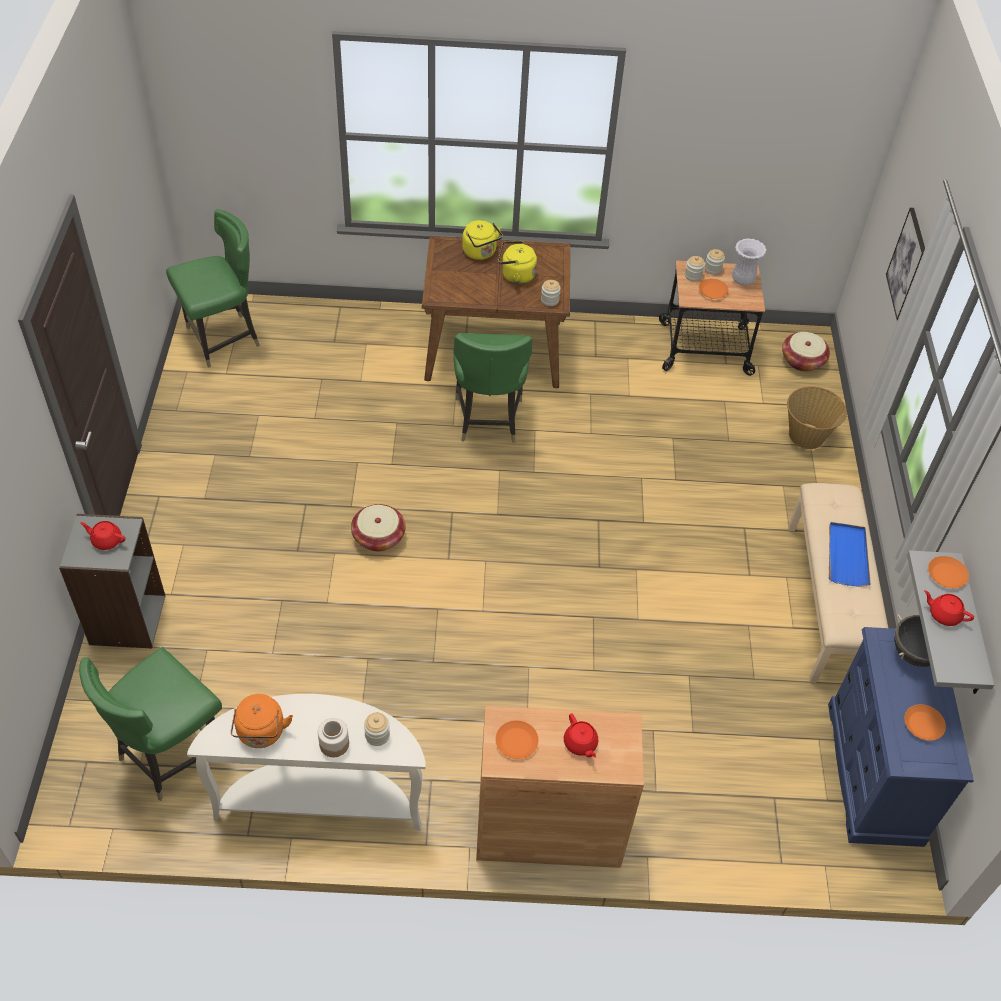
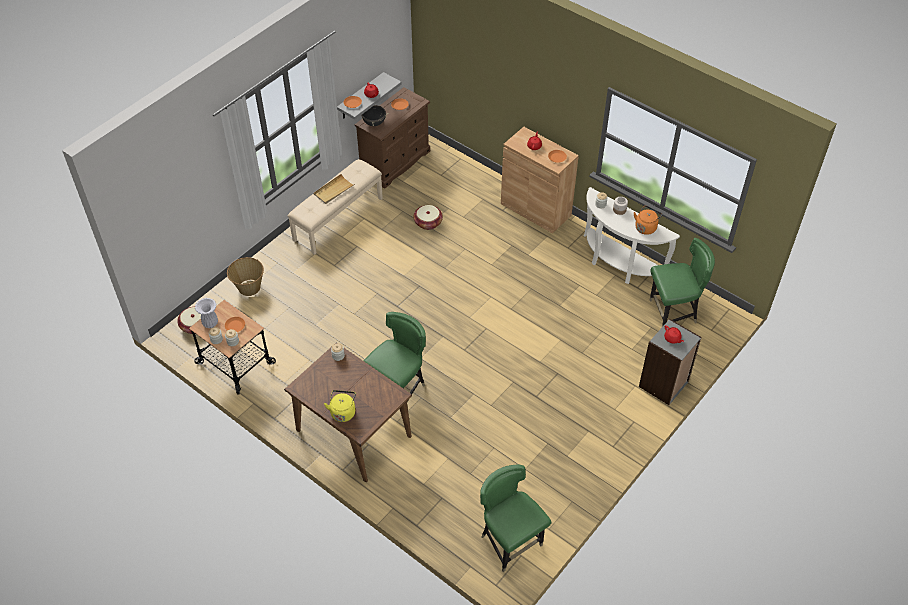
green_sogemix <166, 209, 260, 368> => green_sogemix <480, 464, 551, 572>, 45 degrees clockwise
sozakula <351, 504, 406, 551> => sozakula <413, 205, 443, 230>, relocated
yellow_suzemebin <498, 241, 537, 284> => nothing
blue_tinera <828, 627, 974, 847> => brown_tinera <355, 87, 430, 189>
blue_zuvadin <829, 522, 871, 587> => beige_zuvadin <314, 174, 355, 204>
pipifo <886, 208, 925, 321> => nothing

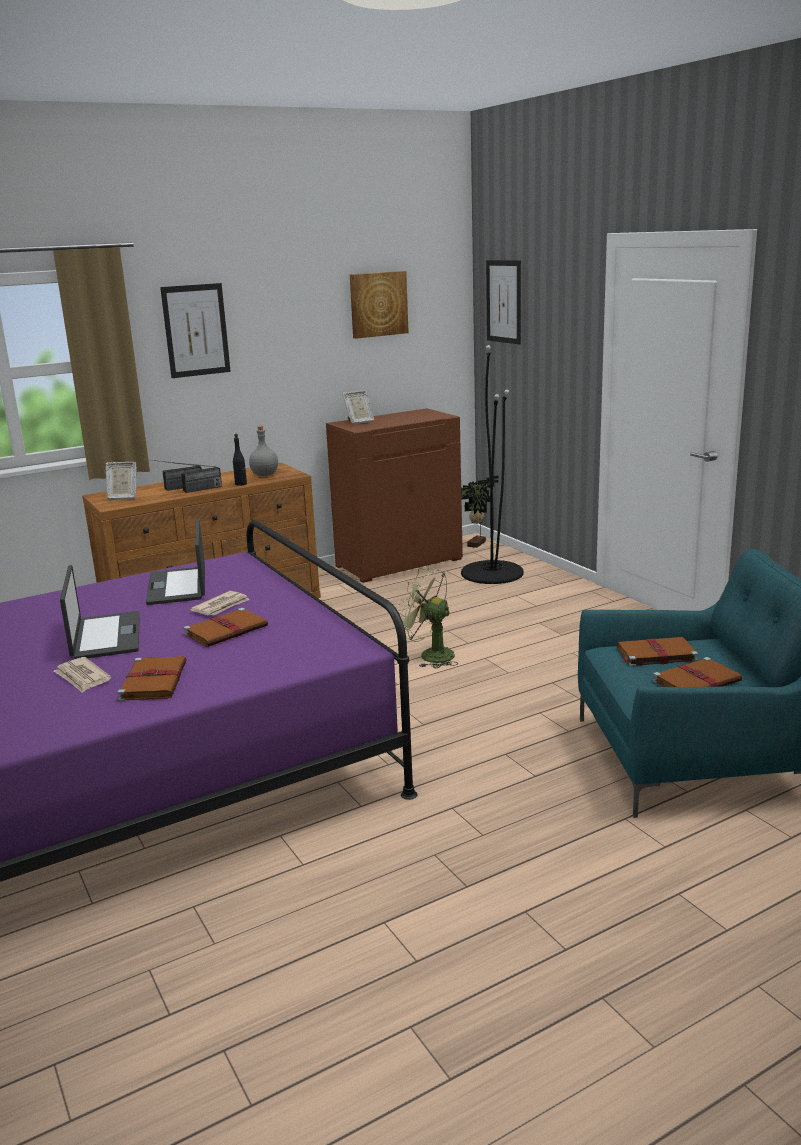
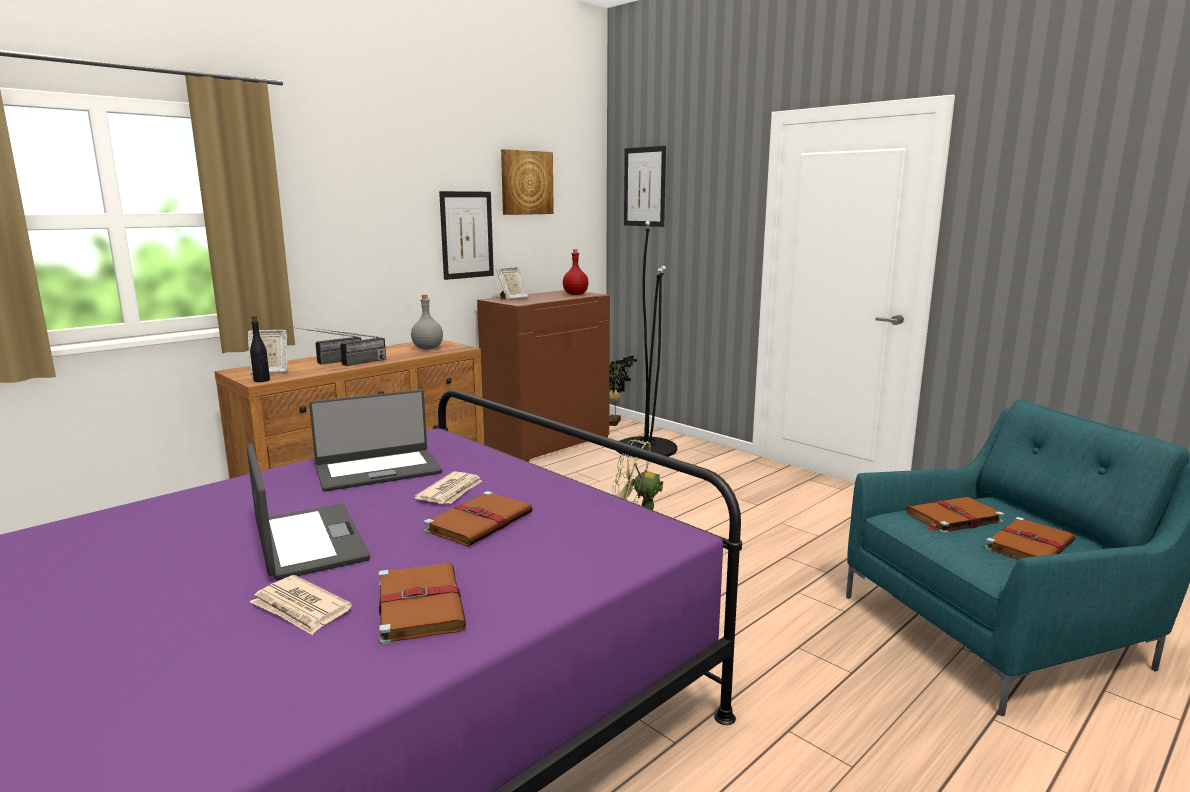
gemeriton <146, 519, 205, 605> => gemeriton <309, 389, 442, 491>, 90 degrees counterclockwise
pipifo <160, 283, 231, 378> => pipifo <439, 191, 494, 280>, relocated
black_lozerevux <233, 434, 247, 486> => black_lozerevux <250, 315, 270, 382>, relocated
nothing => red_lozerevux <563, 249, 588, 295>

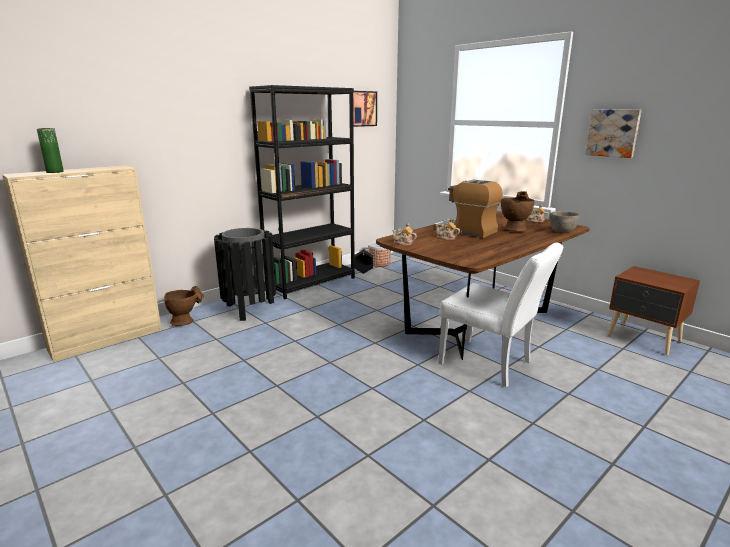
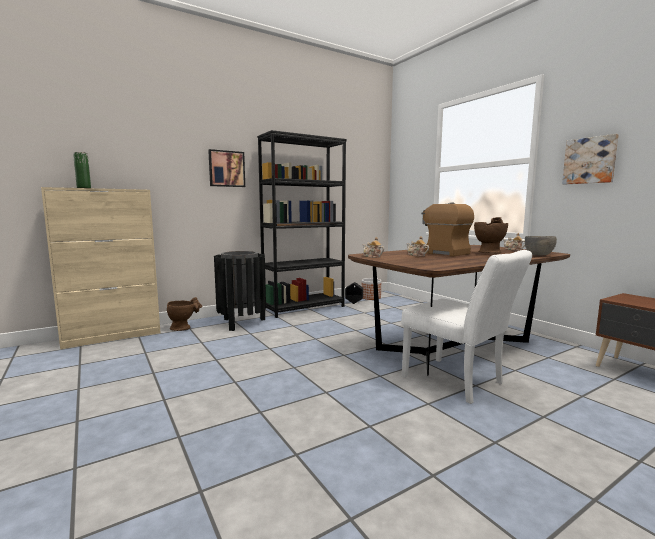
pipifo <353, 91, 377, 127> => pipifo <208, 149, 245, 187>, relocated

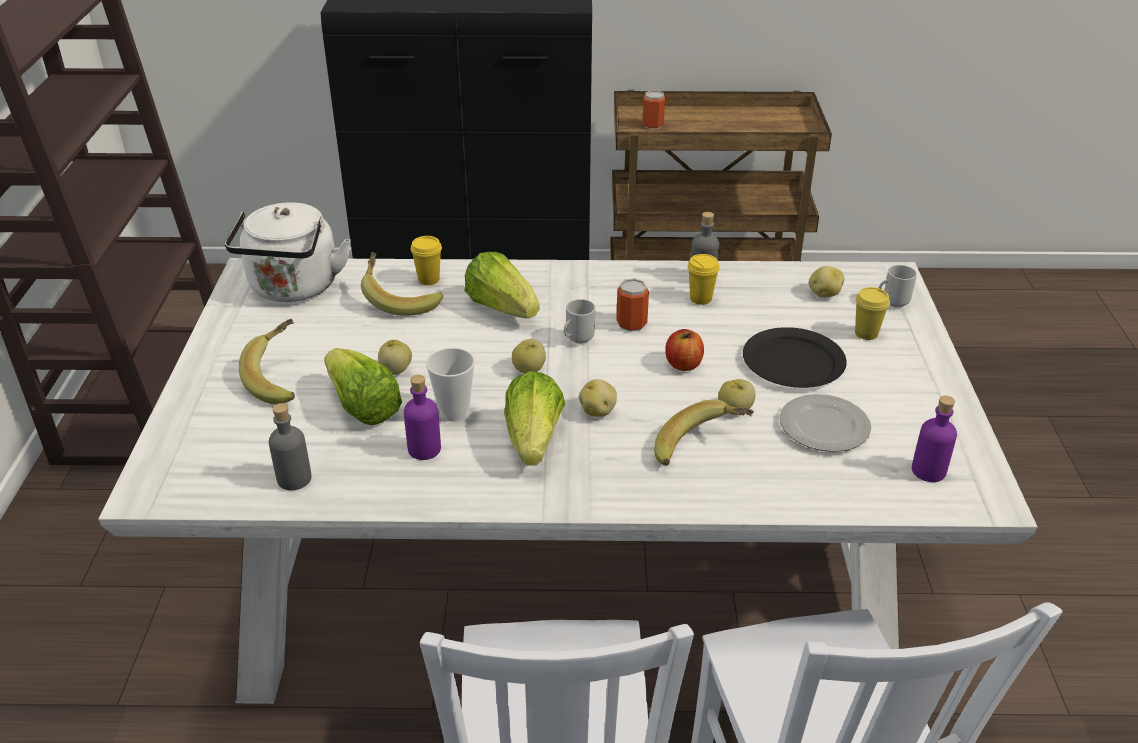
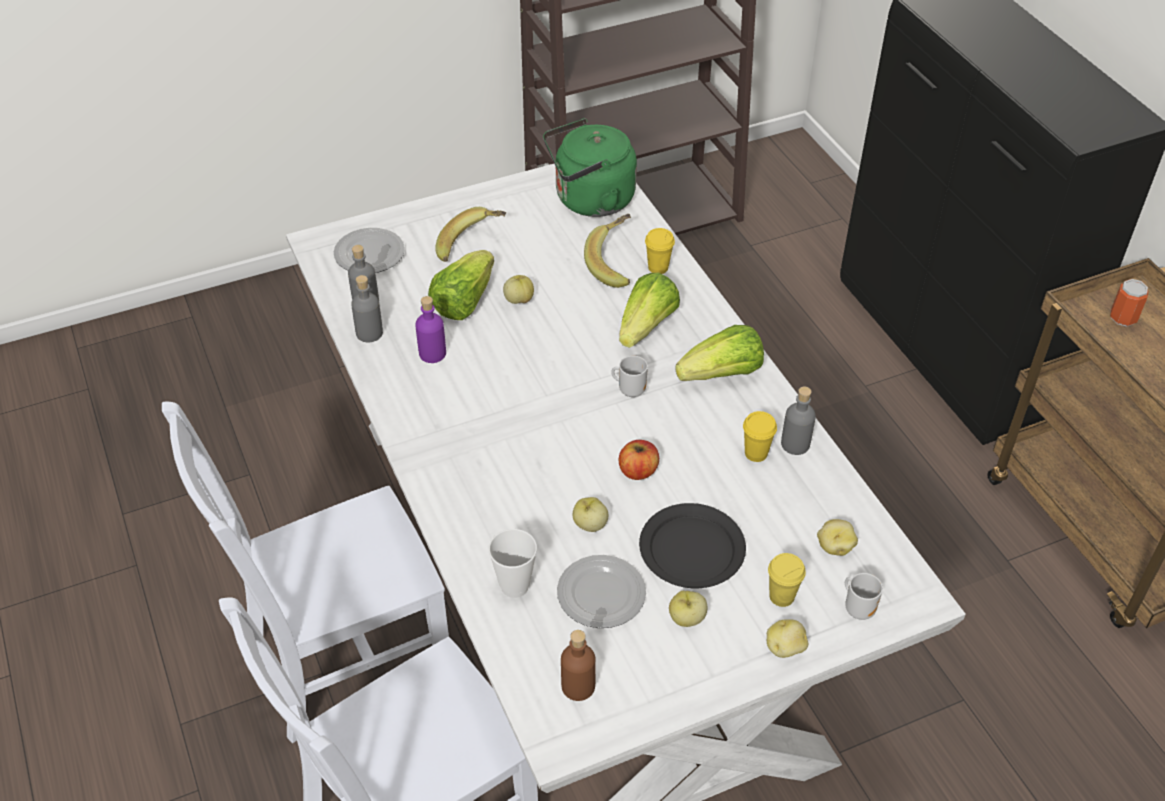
white_suzemebin <224, 202, 351, 302> => green_suzemebin <543, 118, 637, 217>
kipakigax <426, 348, 475, 421> => kipakigax <488, 529, 537, 598>, relocated
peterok <504, 371, 565, 466> => peterok <675, 325, 764, 381>, relocated
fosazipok <512, 339, 546, 373> => fosazipok <669, 591, 707, 627>, relocated
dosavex <579, 379, 617, 417> => dosavex <767, 619, 808, 658>, relocated
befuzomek <616, 278, 649, 332> => nothing
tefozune <654, 399, 754, 466> => nothing
purple_lozerevux <912, 396, 957, 482> => brown_lozerevux <561, 630, 596, 701>
nothing => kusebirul <334, 228, 405, 273>
nothing => grey_lozerevux <351, 275, 383, 342>

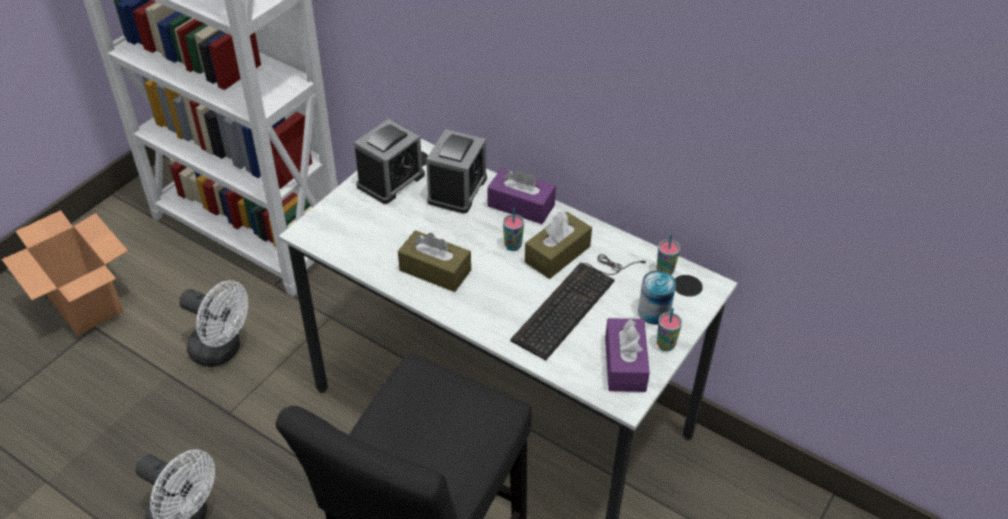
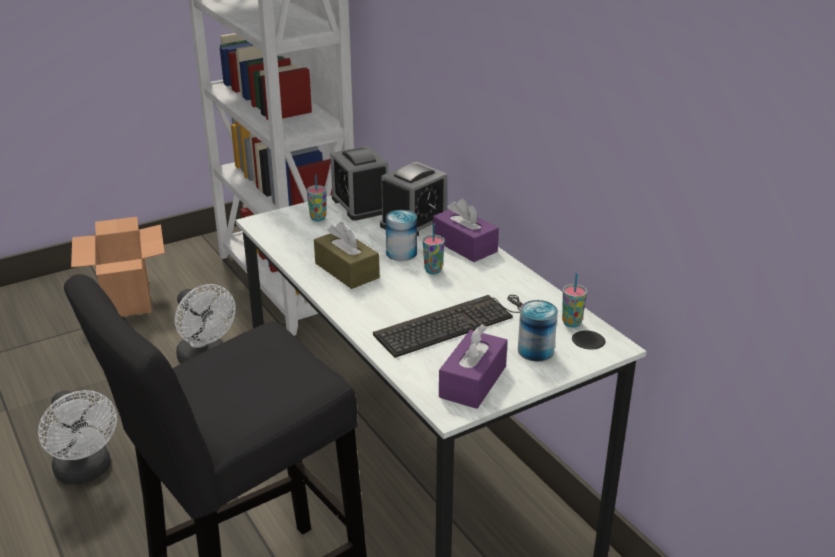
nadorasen <354, 119, 425, 204> => nadorasen <330, 146, 388, 221>, 90 degrees clockwise
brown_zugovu <525, 211, 592, 279> => nothing
kipakigax <657, 308, 682, 351> => kipakigax <307, 174, 327, 221>, relocated
nothing => befuzomek <386, 210, 417, 261>

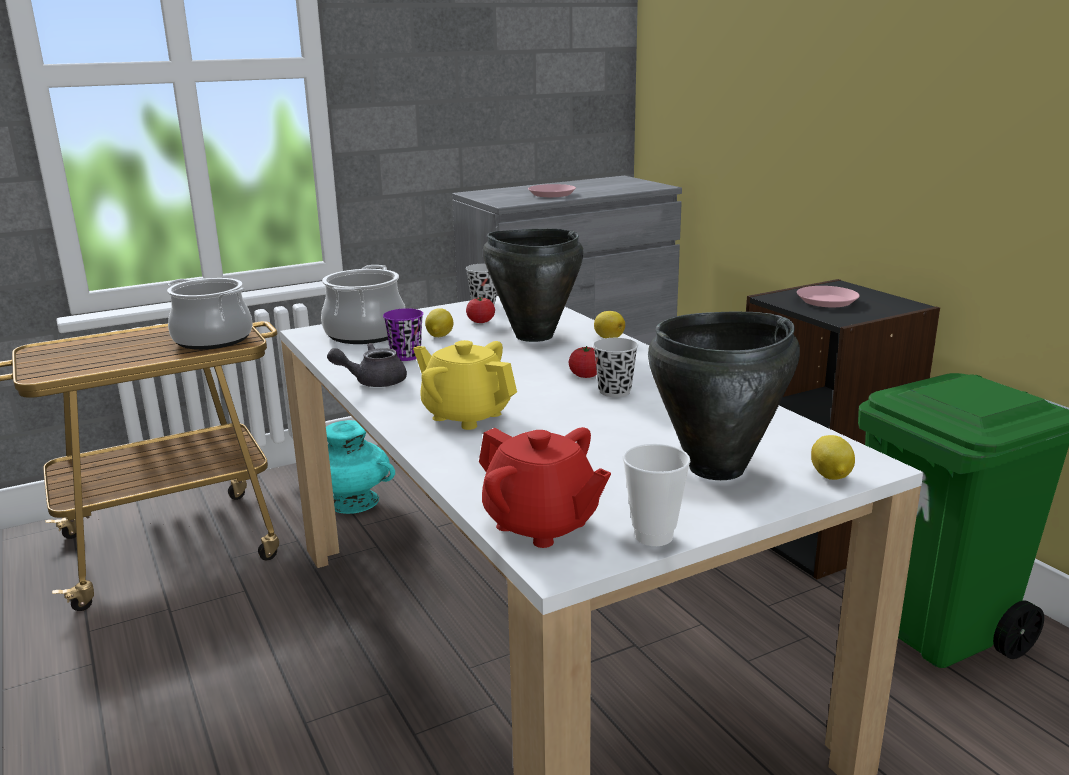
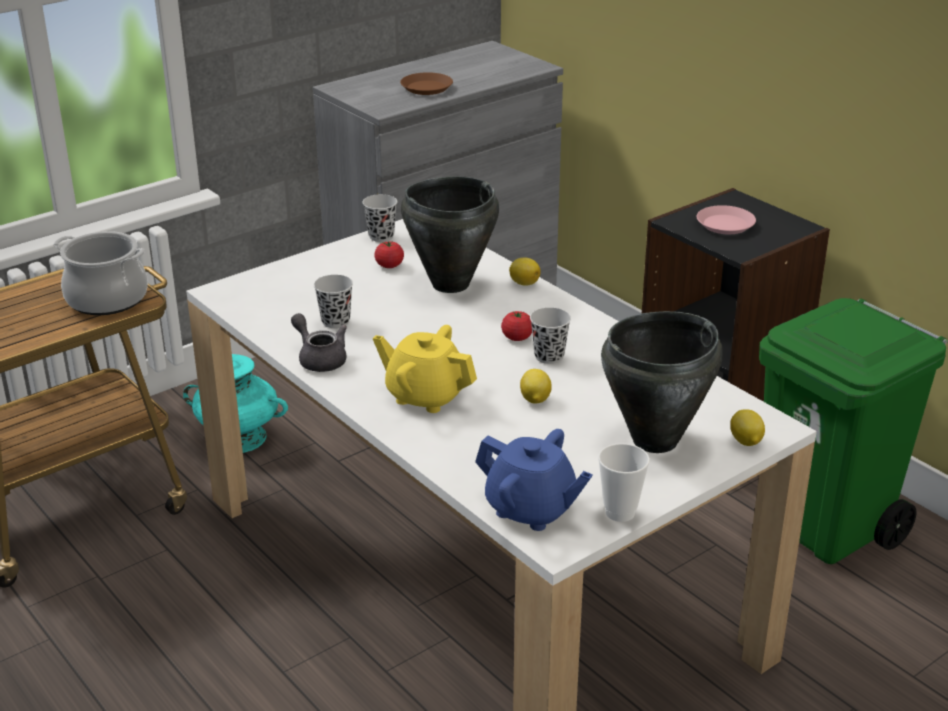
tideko <321, 265, 405, 344> => nothing
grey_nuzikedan <327, 343, 407, 387> => grey_nuzikedan <291, 313, 347, 372>, 75 degrees clockwise
purple_kipakigax <383, 308, 423, 361> => black_kipakigax <314, 275, 353, 328>
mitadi <425, 308, 453, 337> => mitadi <520, 369, 552, 404>, relocated
red_nuzikedan <479, 427, 611, 548> => blue_nuzikedan <475, 429, 593, 531>
pink_kusebirul <528, 184, 576, 197> => brown_kusebirul <400, 72, 453, 95>

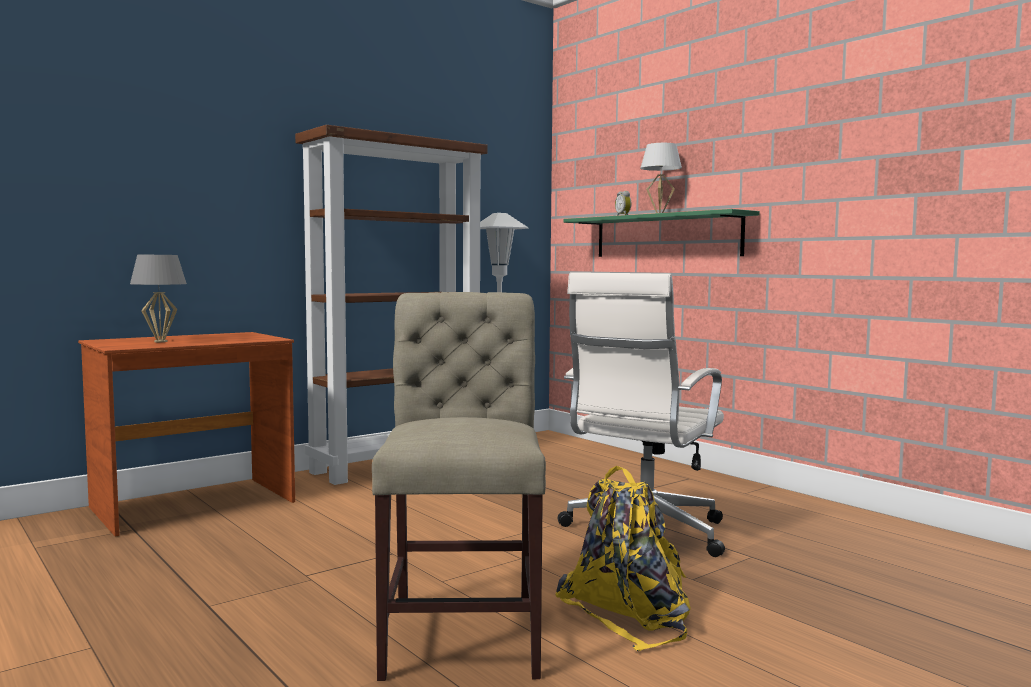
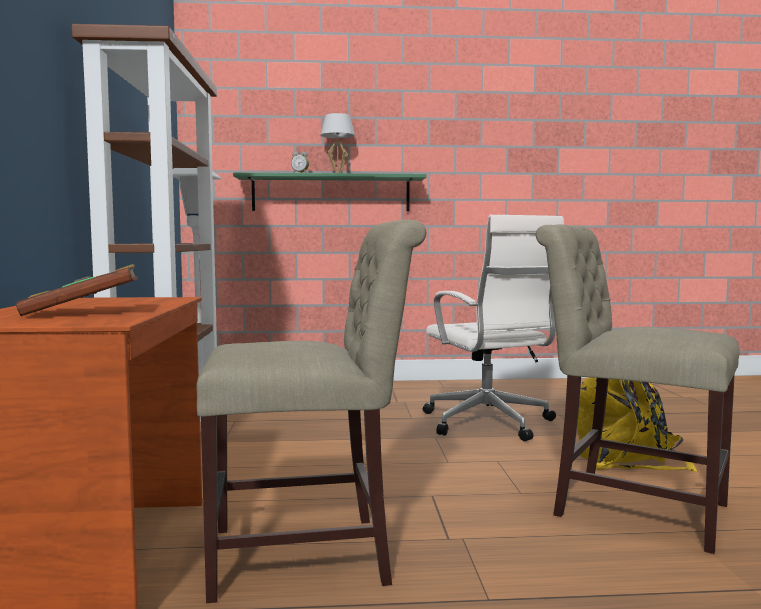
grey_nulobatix <130, 255, 187, 342> => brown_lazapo <15, 264, 138, 316>
nothing => beige_sogemix <197, 220, 426, 603>

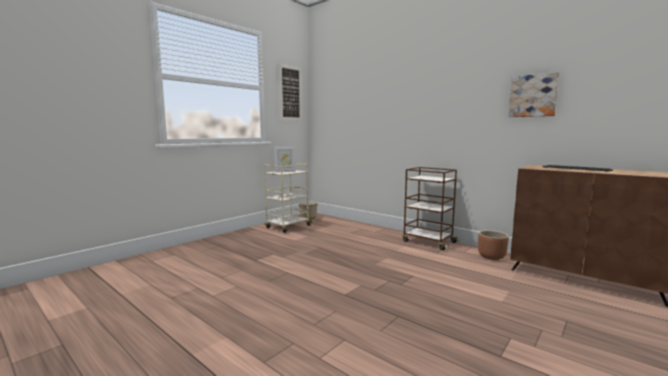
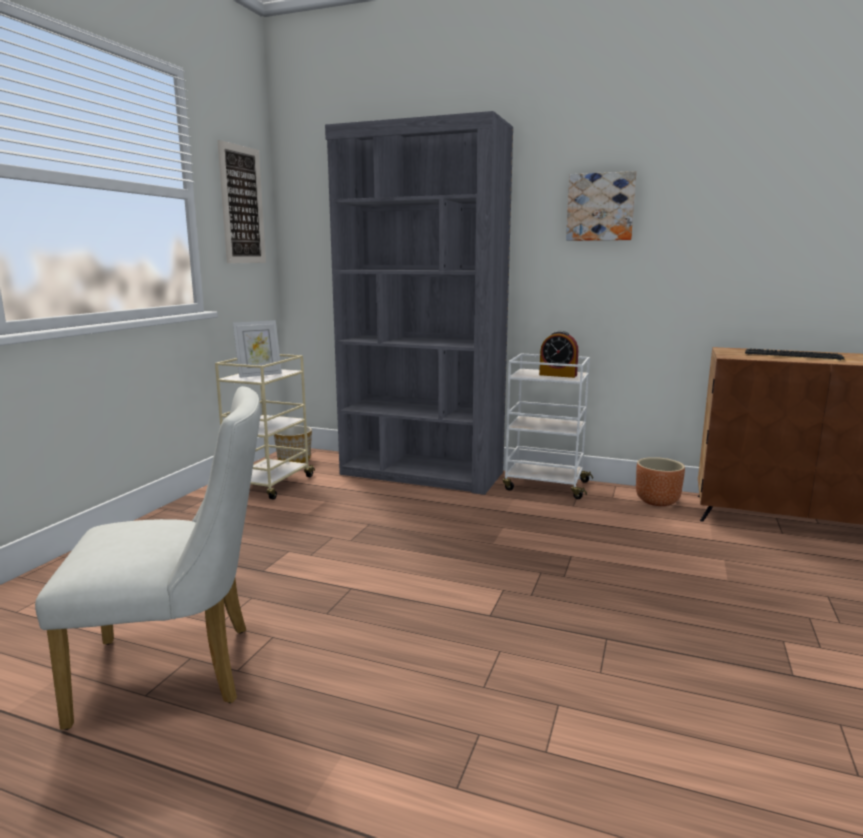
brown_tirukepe <402, 167, 459, 250> => white_tirukepe <503, 353, 593, 499>
pipifo <508, 72, 559, 117> => pipifo <566, 171, 637, 241>, relocated
nothing => white_sogemix <35, 386, 261, 730>
nothing => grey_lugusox <325, 111, 513, 495>
nothing => nadorasen <539, 331, 578, 378>

